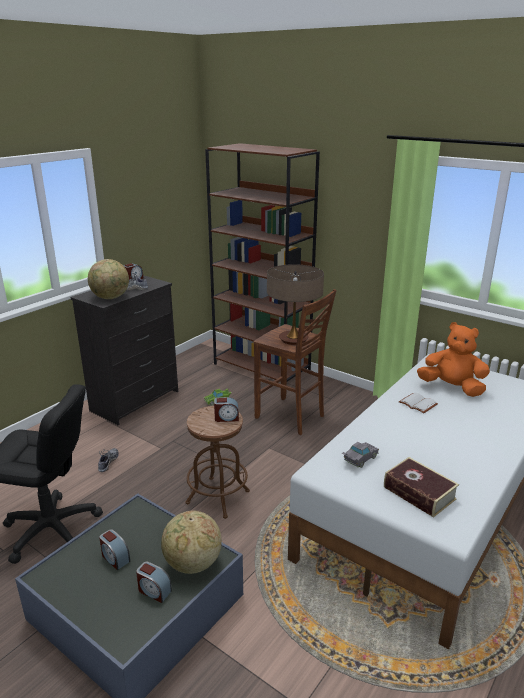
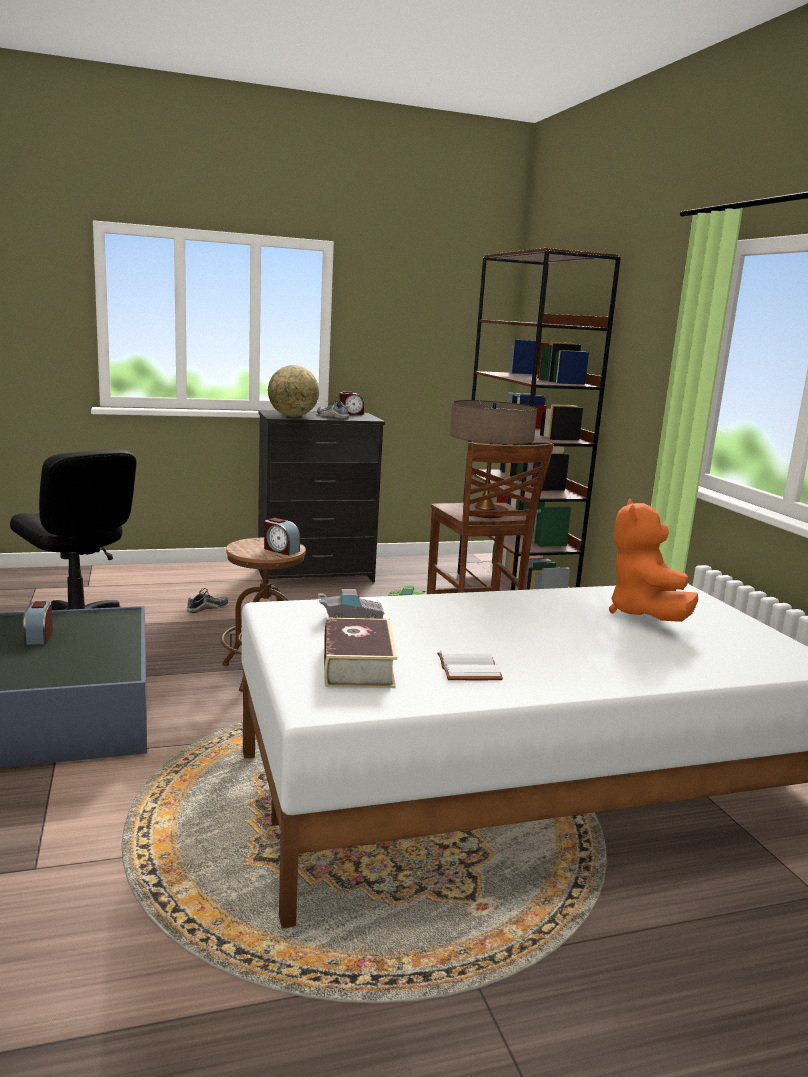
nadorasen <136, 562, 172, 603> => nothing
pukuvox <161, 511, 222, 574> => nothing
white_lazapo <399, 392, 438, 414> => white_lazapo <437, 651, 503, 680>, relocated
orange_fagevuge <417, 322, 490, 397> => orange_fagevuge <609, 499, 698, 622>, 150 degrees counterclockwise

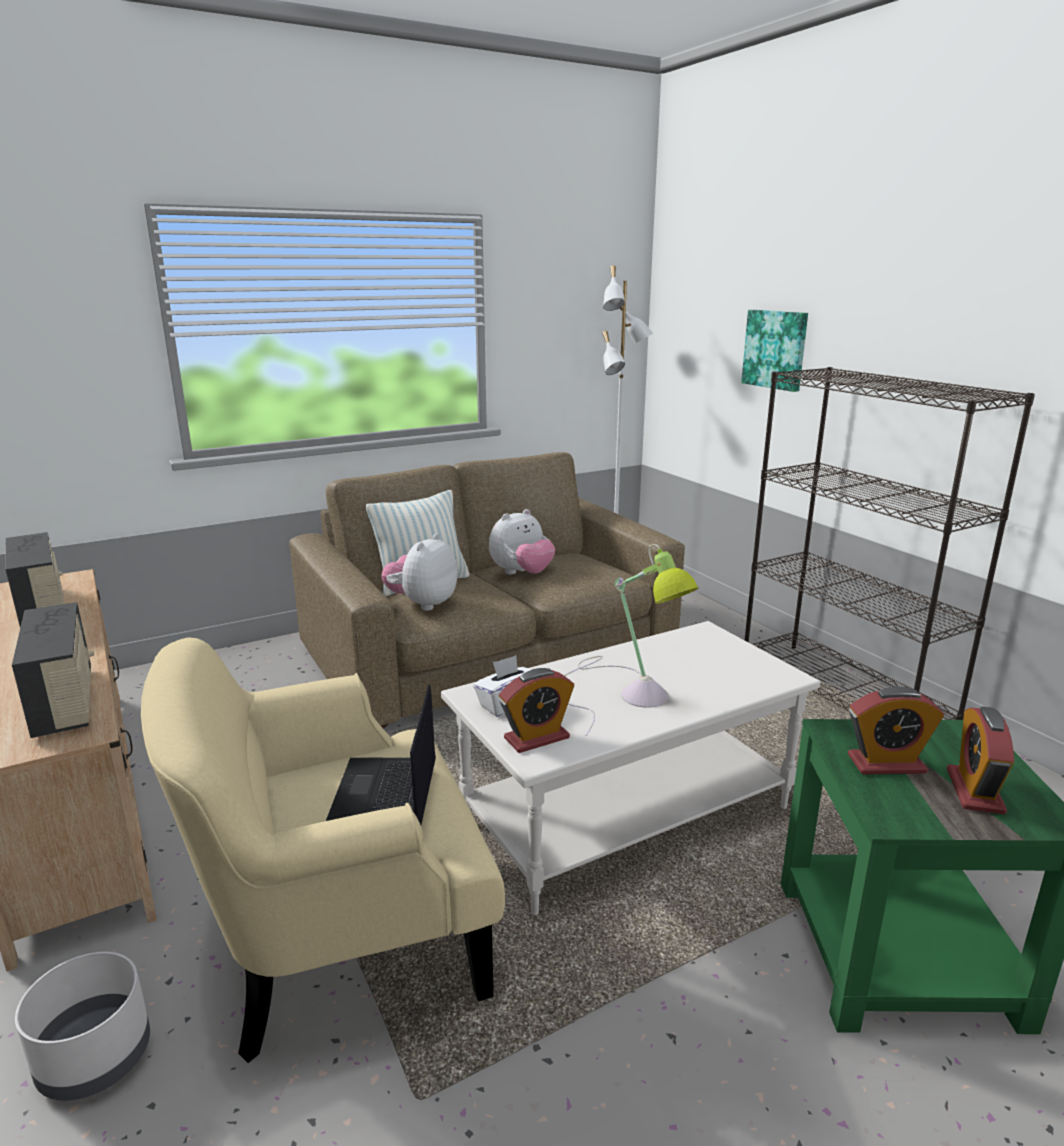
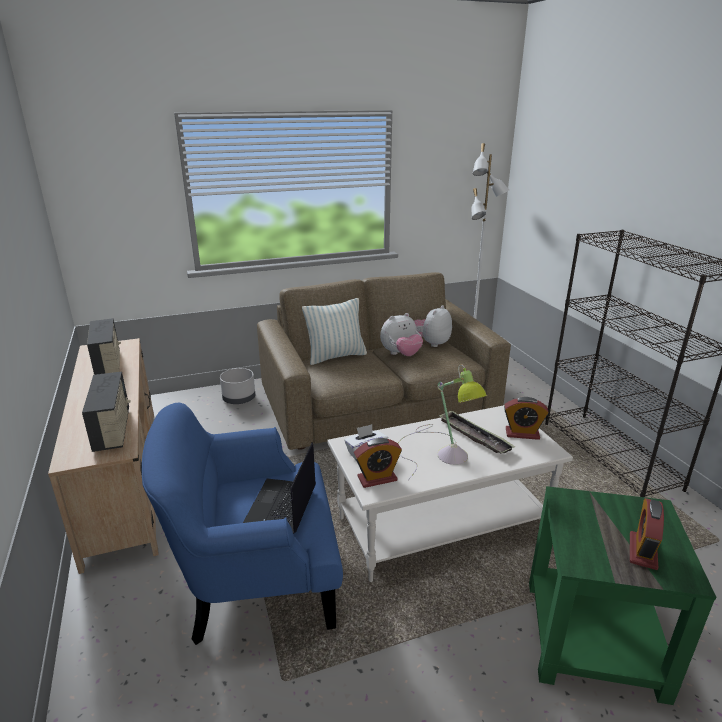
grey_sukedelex <15, 952, 150, 1101> => grey_sukedelex <220, 368, 255, 404>, relocated
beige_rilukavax <141, 638, 505, 1063> => blue_rilukavax <142, 403, 343, 645>
fagevuge <381, 534, 458, 611> => fagevuge <414, 305, 452, 347>, relocated
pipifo <741, 310, 808, 392> => nothing
nadorasen <848, 686, 944, 774> => nadorasen <504, 397, 549, 440>, relocated
nothing => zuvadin <438, 411, 515, 453>

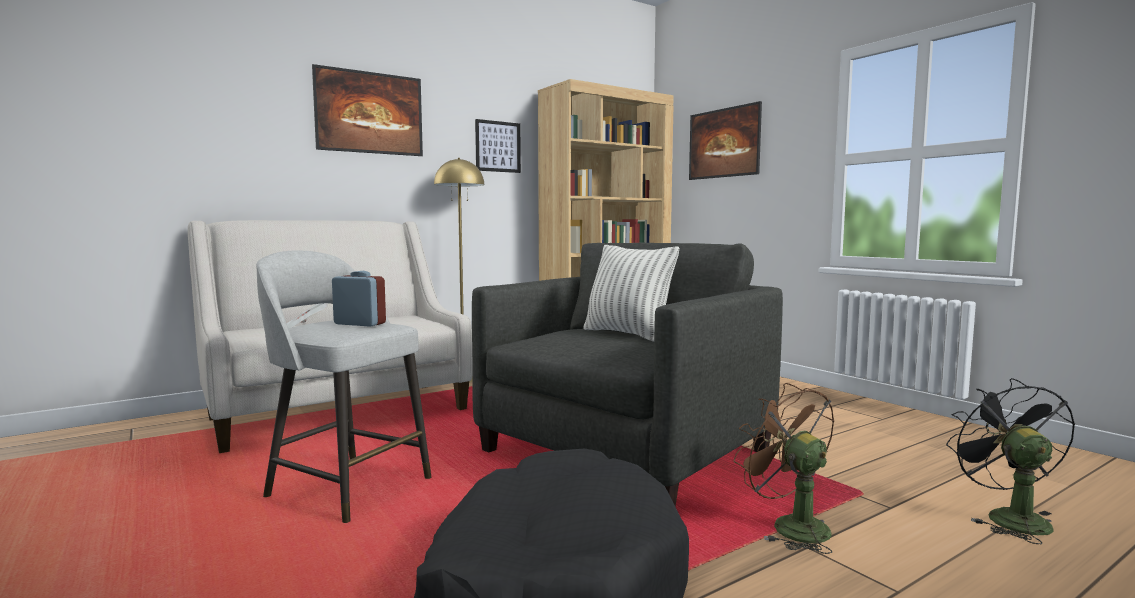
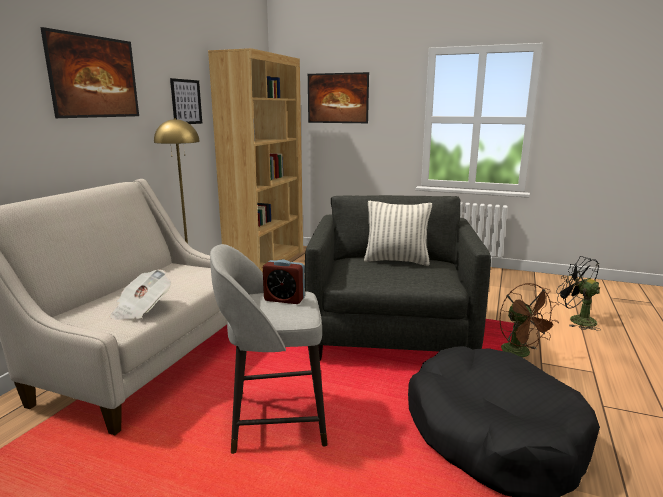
nadorasen <332, 271, 386, 327> => nadorasen <263, 259, 305, 304>, 150 degrees counterclockwise
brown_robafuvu <734, 383, 835, 554> => brown_robafuvu <499, 283, 559, 357>, 135 degrees counterclockwise

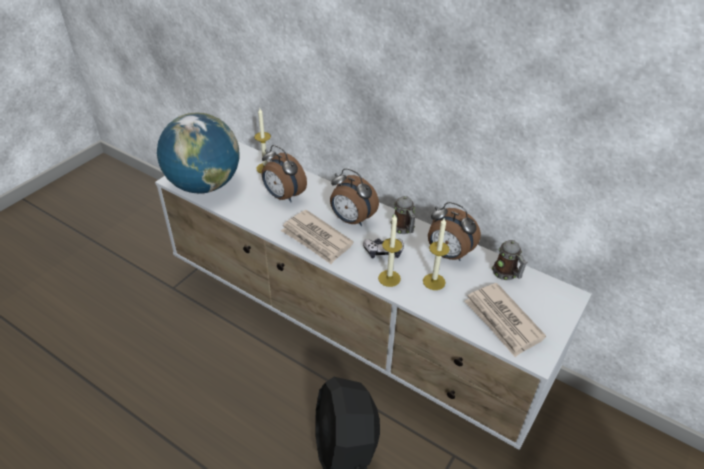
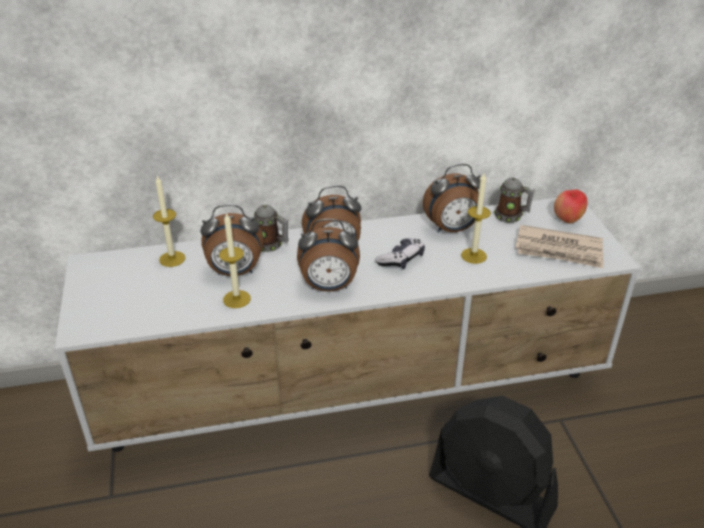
pukuvox <157, 113, 239, 193> => nothing
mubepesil <281, 210, 354, 264> => nadorasen <297, 219, 360, 292>
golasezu <378, 215, 402, 287> => golasezu <219, 212, 251, 308>, relocated
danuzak <390, 196, 415, 234> => danuzak <254, 204, 289, 252>, relocated
nothing => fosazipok <554, 189, 587, 223>

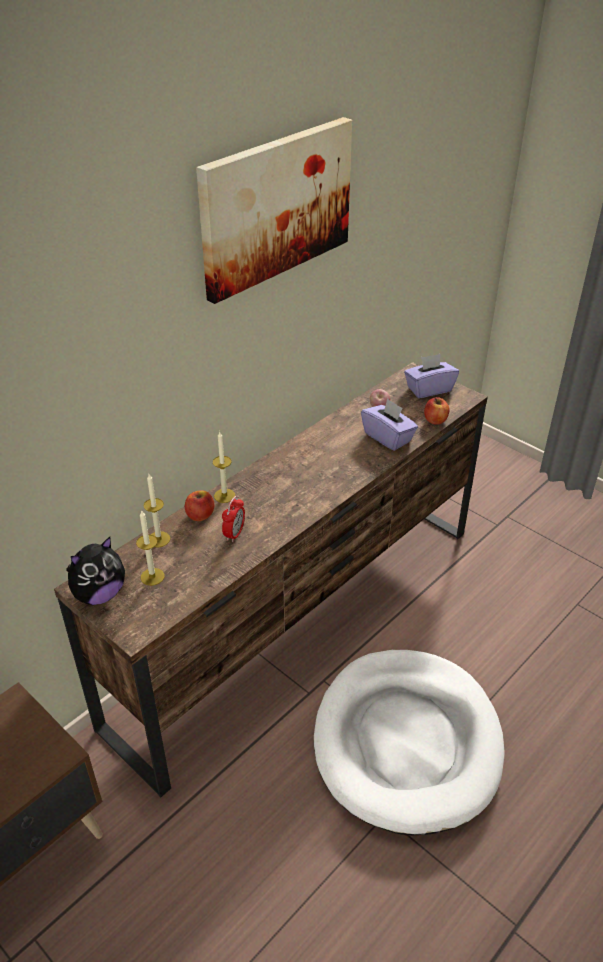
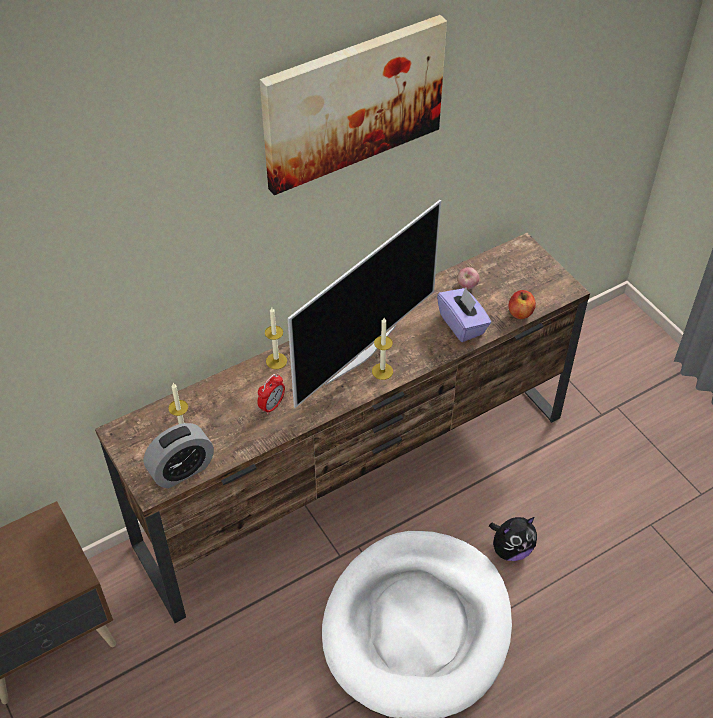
fagevuge <66, 537, 125, 605> => fagevuge <489, 517, 537, 561>, relocated
golasezu <144, 474, 170, 548> => golasezu <372, 318, 393, 380>, relocated
fosazipok <185, 491, 214, 521> => nothing
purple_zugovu <404, 354, 459, 398> => nothing
nothing => nadorasen <143, 423, 214, 488>
nothing => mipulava <288, 200, 441, 408>

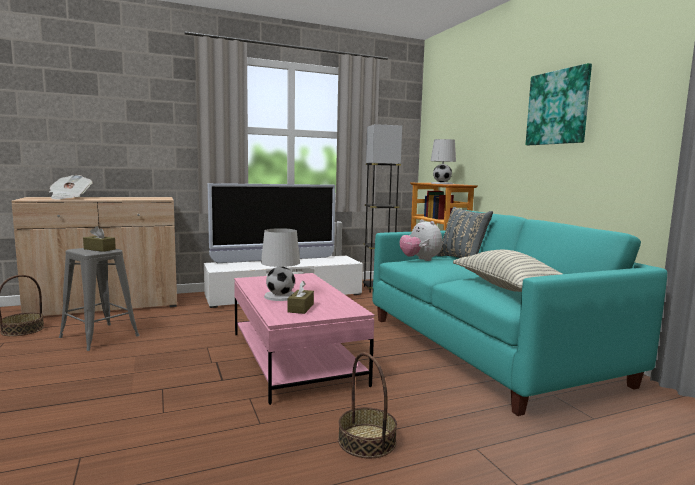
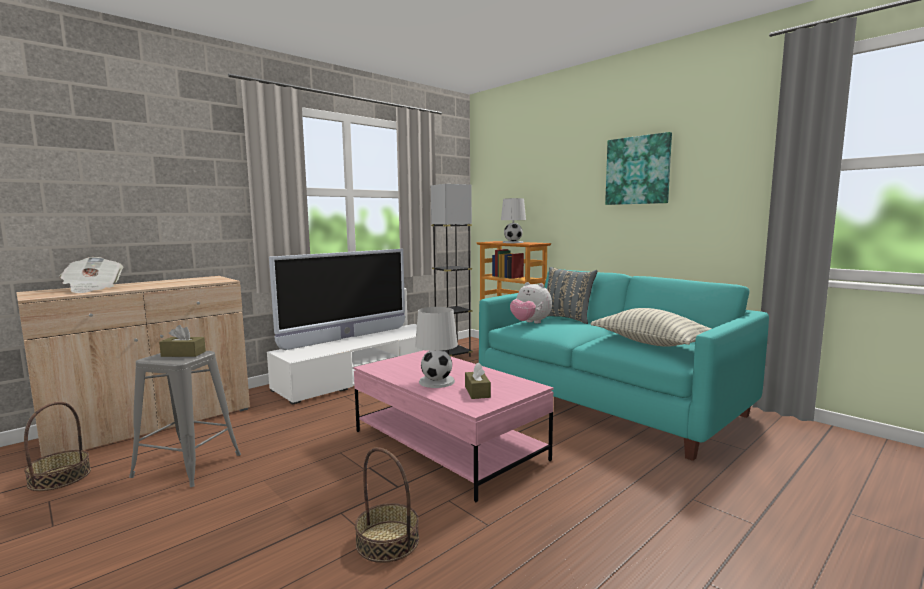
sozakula <338, 353, 397, 459> => sozakula <355, 447, 419, 563>, relocated

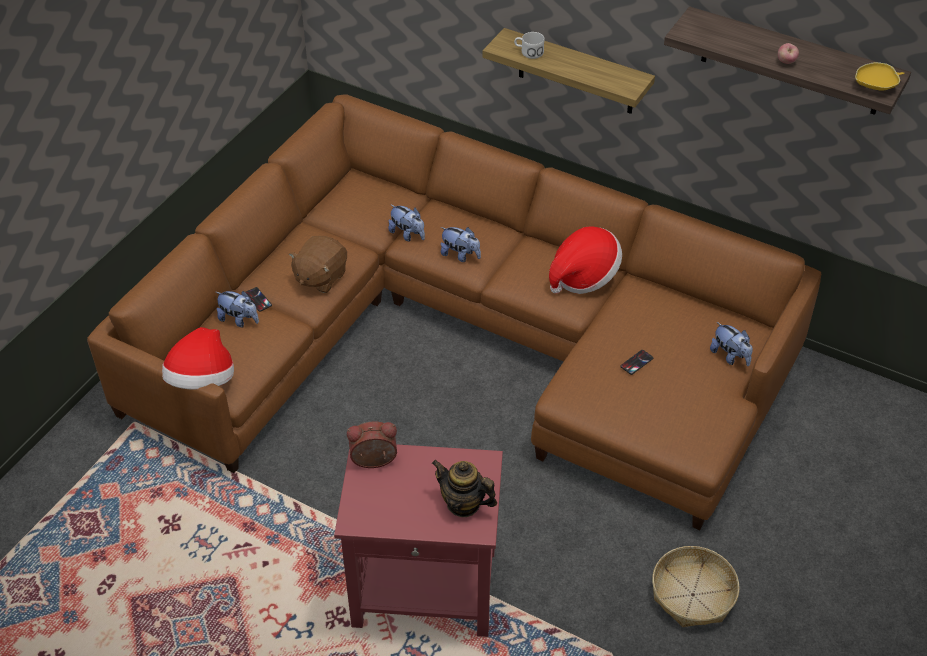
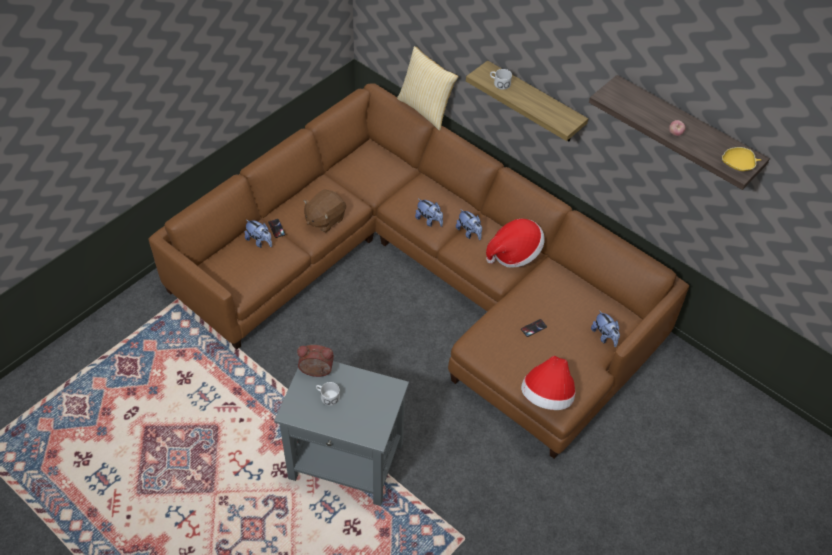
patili <162, 327, 234, 390> => patili <521, 356, 575, 410>, relocated
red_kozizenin <334, 444, 503, 637> => grey_kozizenin <274, 361, 409, 506>
fagevuge <388, 204, 425, 242> => fagevuge <456, 209, 482, 240>, relocated
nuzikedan <432, 460, 497, 517> => nothing
sozakula <652, 546, 740, 627> => nothing
nothing => white_danuzak <316, 382, 340, 406>
nothing => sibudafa <397, 46, 459, 131>

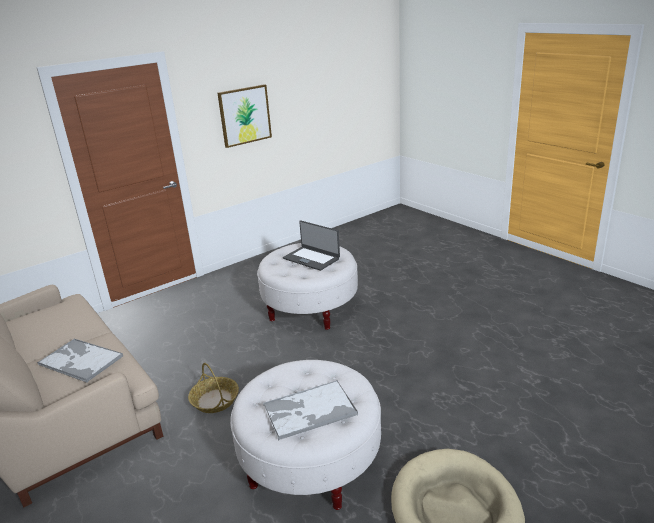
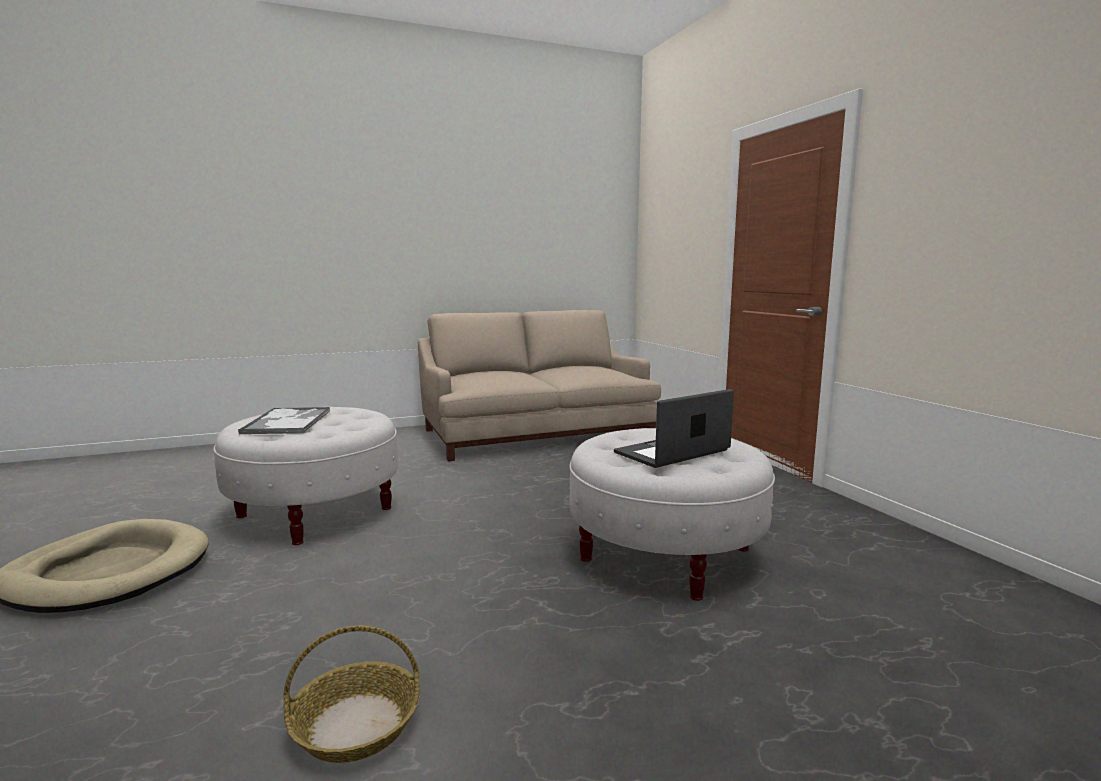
zuvadin <37, 338, 123, 383> => nothing
sozakula <188, 363, 239, 413> => sozakula <284, 625, 420, 763>, relocated
pipifo <218, 84, 272, 148> => nothing

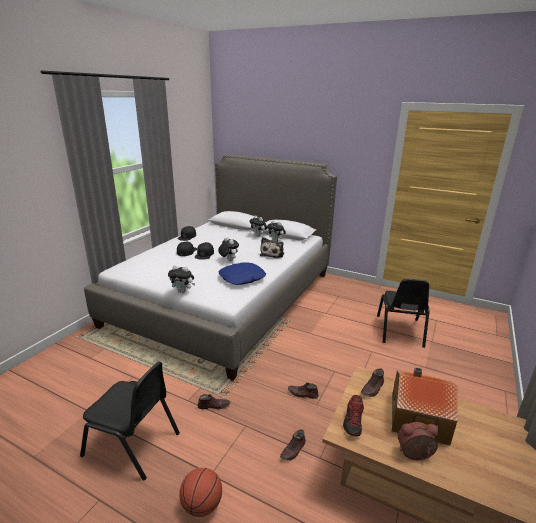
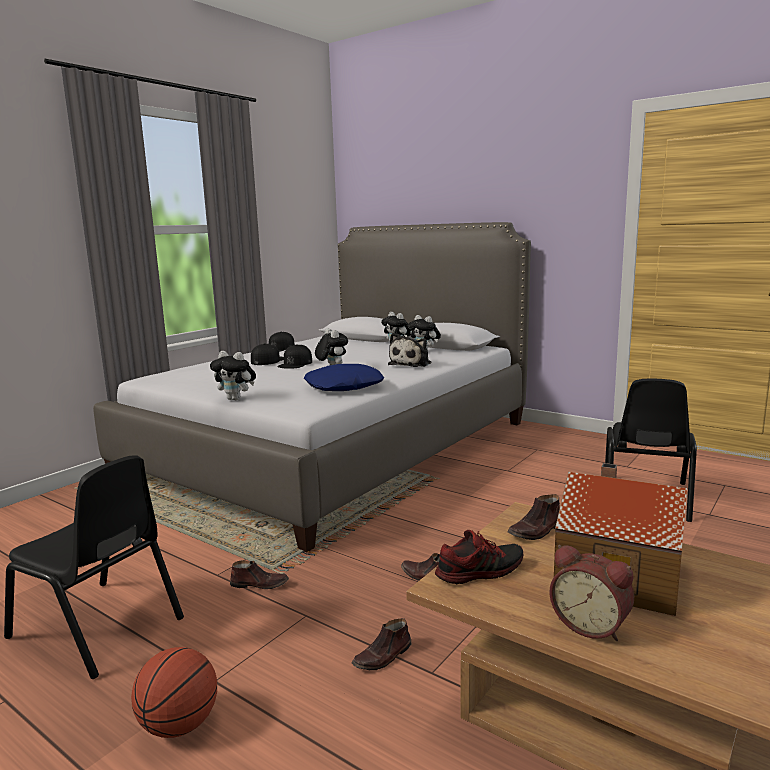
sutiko <343, 395, 364, 437> => sutiko <435, 530, 523, 584>, 135 degrees counterclockwise
nadorasen <398, 422, 439, 460> => nadorasen <550, 545, 634, 641>, 150 degrees counterclockwise

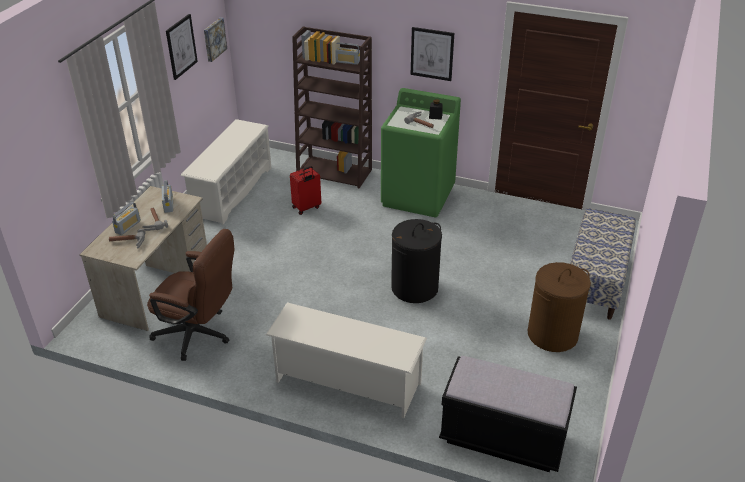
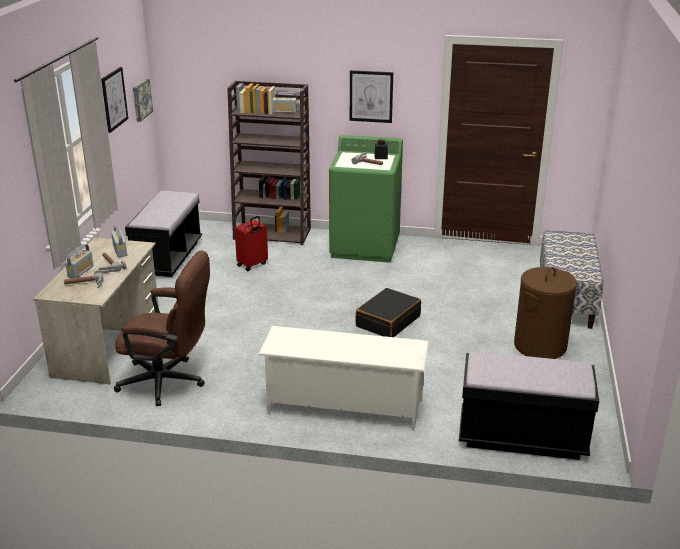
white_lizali <181, 119, 271, 225> => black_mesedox <125, 191, 202, 277>
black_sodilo <391, 219, 442, 303> => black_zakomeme <356, 288, 421, 337>

